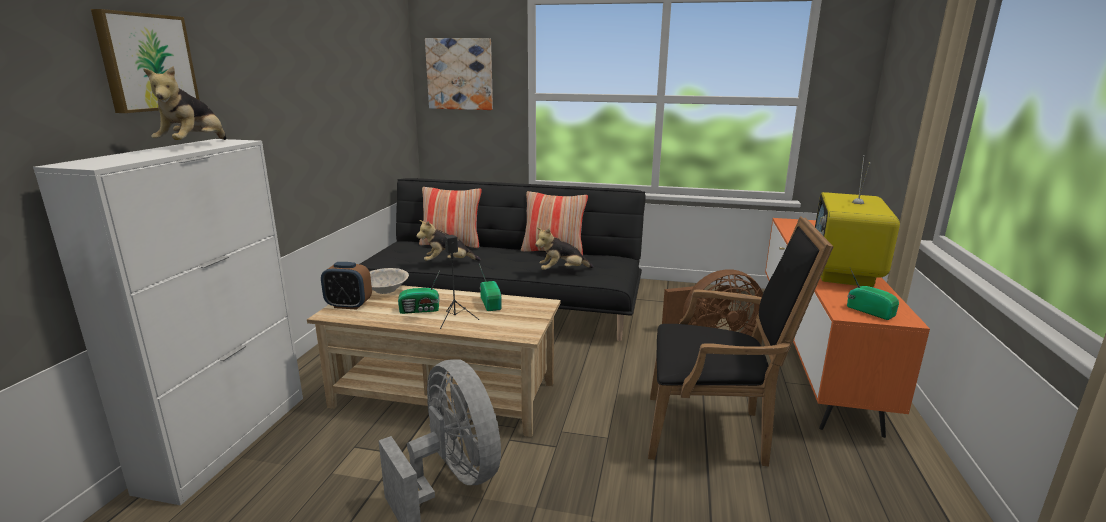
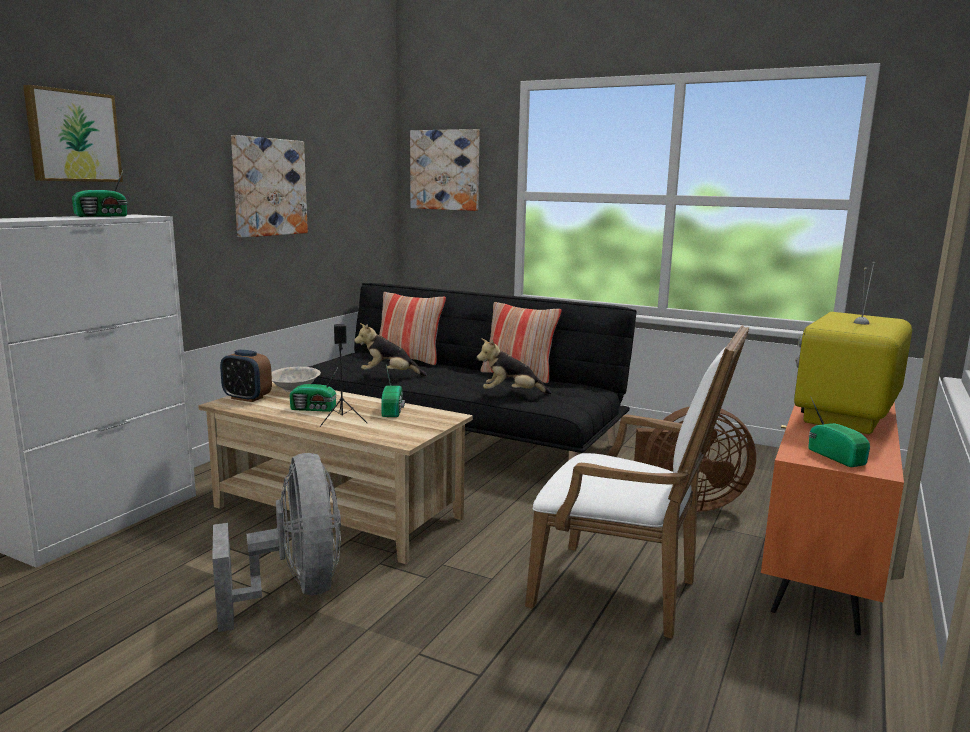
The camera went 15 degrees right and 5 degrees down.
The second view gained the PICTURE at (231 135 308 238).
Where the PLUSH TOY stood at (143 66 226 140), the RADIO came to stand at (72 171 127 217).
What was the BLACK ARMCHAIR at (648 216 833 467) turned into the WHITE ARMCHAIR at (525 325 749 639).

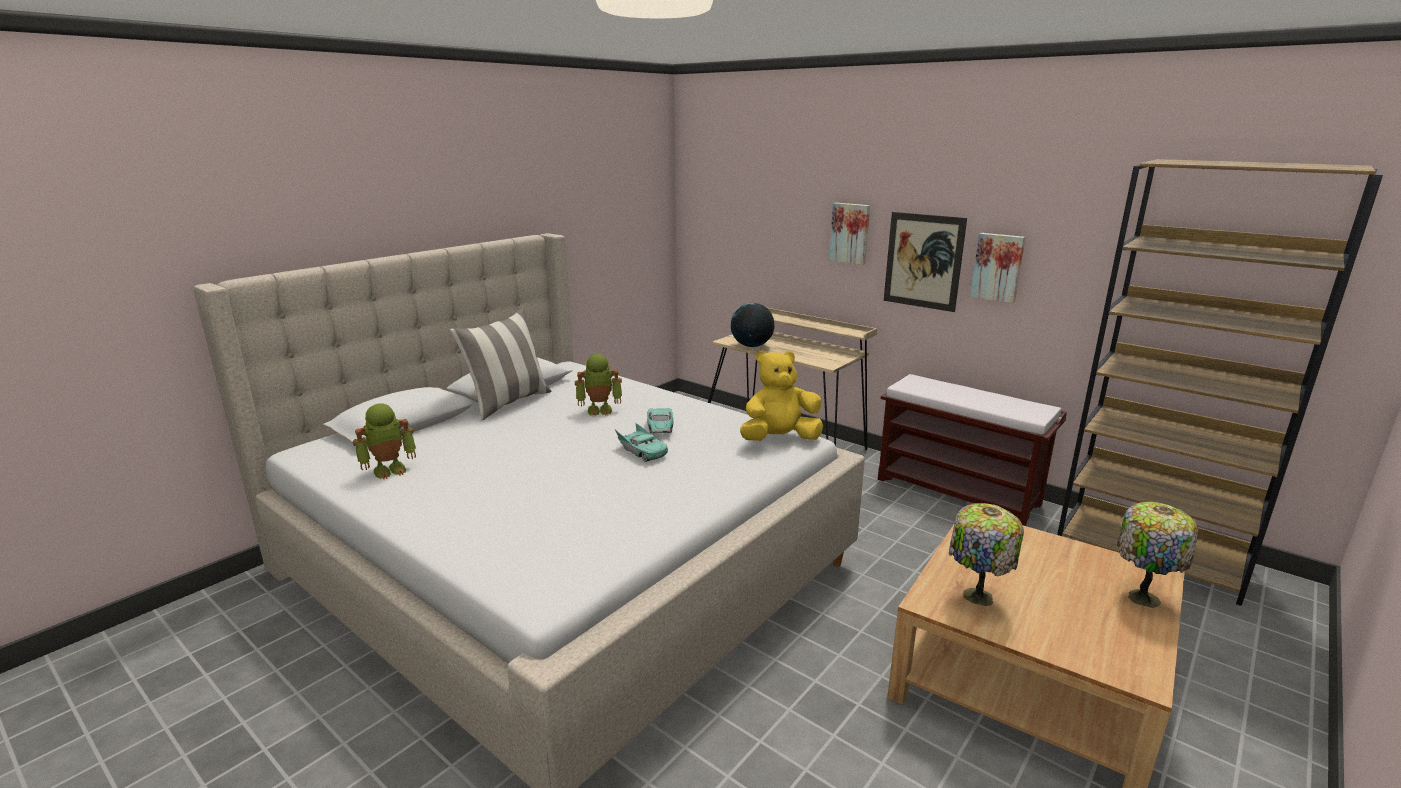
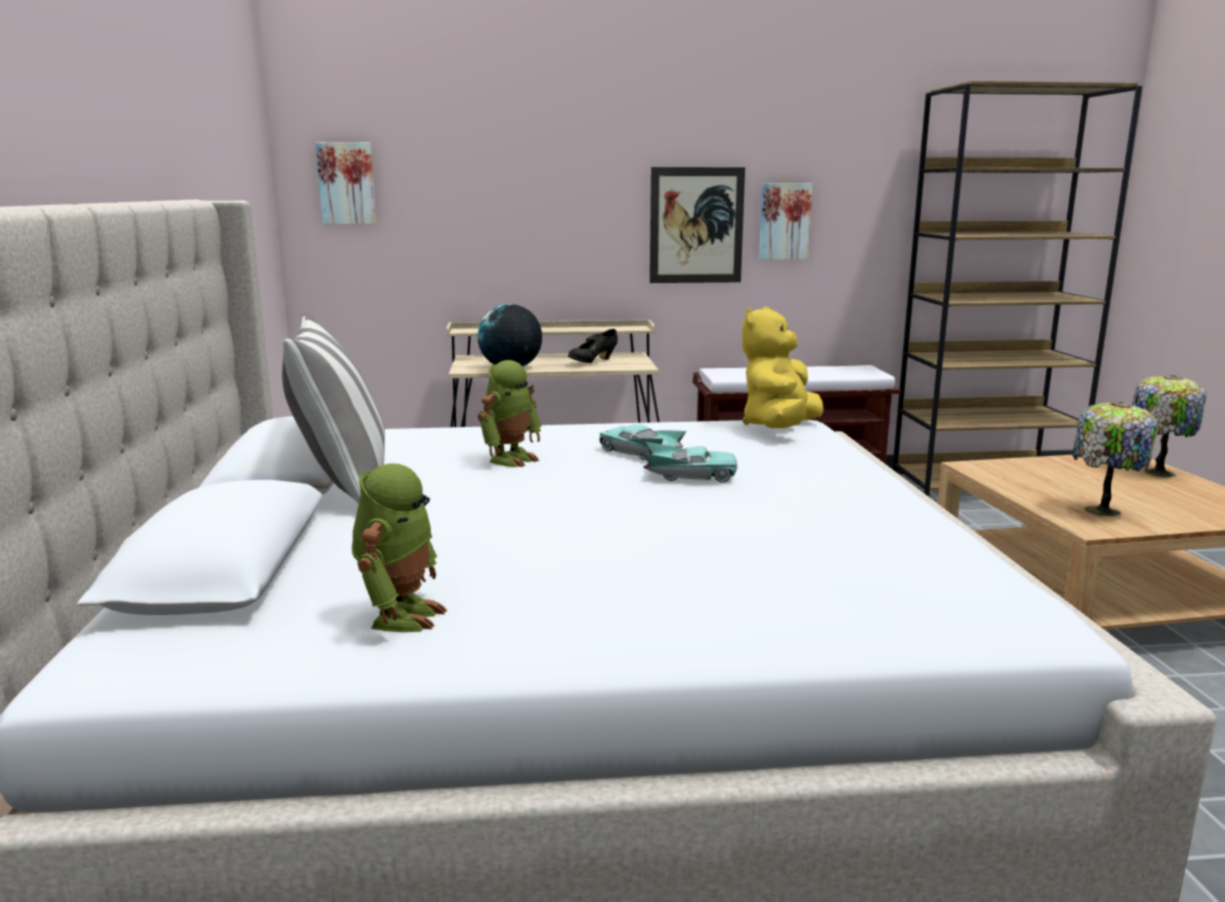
The camera went 45 degrees left and 5 degrees down.
The second view gained the BLACK SHOE at (568 329 618 363).
The PICTURE ended up elsewhere, having gone from (829 203 870 265) to (316 142 376 224).

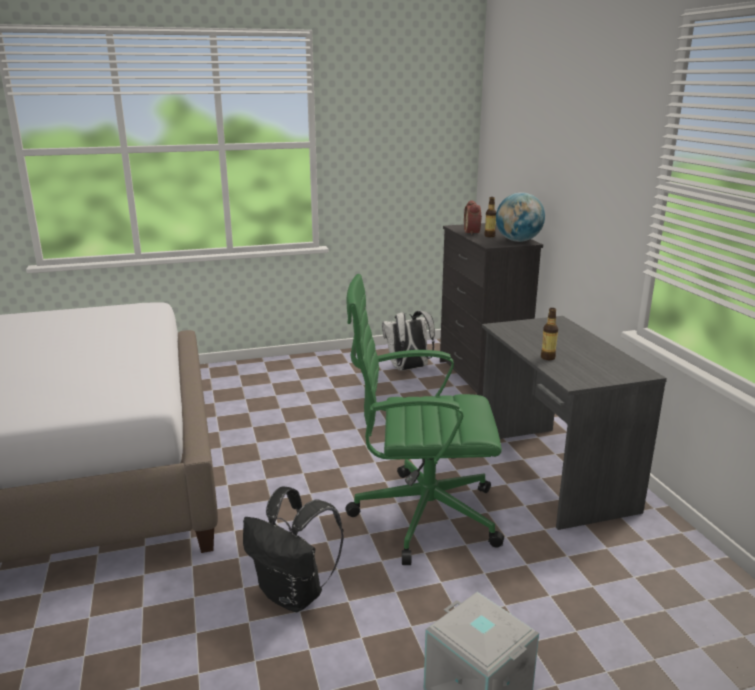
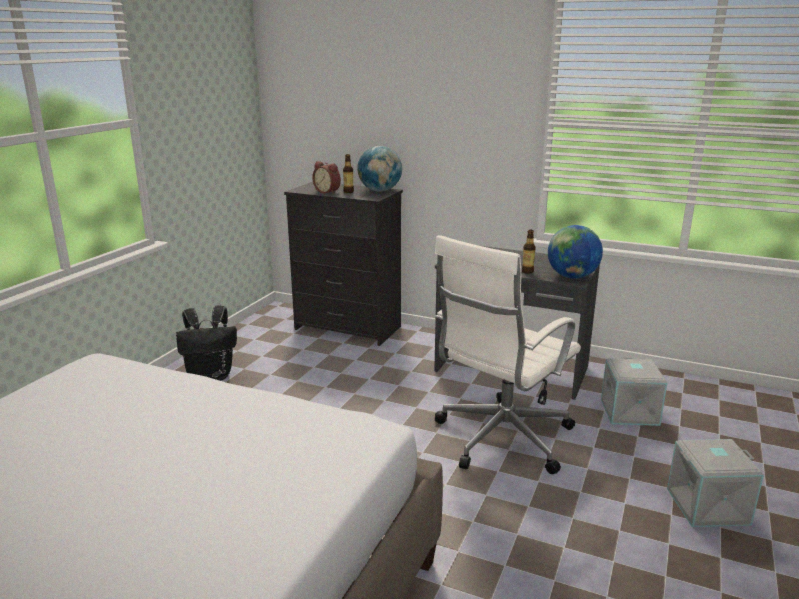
The camera went 50 degrees left and 0 degrees up.
The second view lost the WHITE BACKPACK at (382 311 435 371).
The second view gained the GLOBE at (548 225 603 279).
The second view gained the GREY STORAGE BOX at (601 357 667 426).
The BLACK BACKPACK ended up elsewhere, having gone from (243 487 344 612) to (176 305 237 381).
What was the GREEN OFFICE CHAIR at (345 274 504 565) turned into the WHITE OFFICE CHAIR at (435 235 581 474).

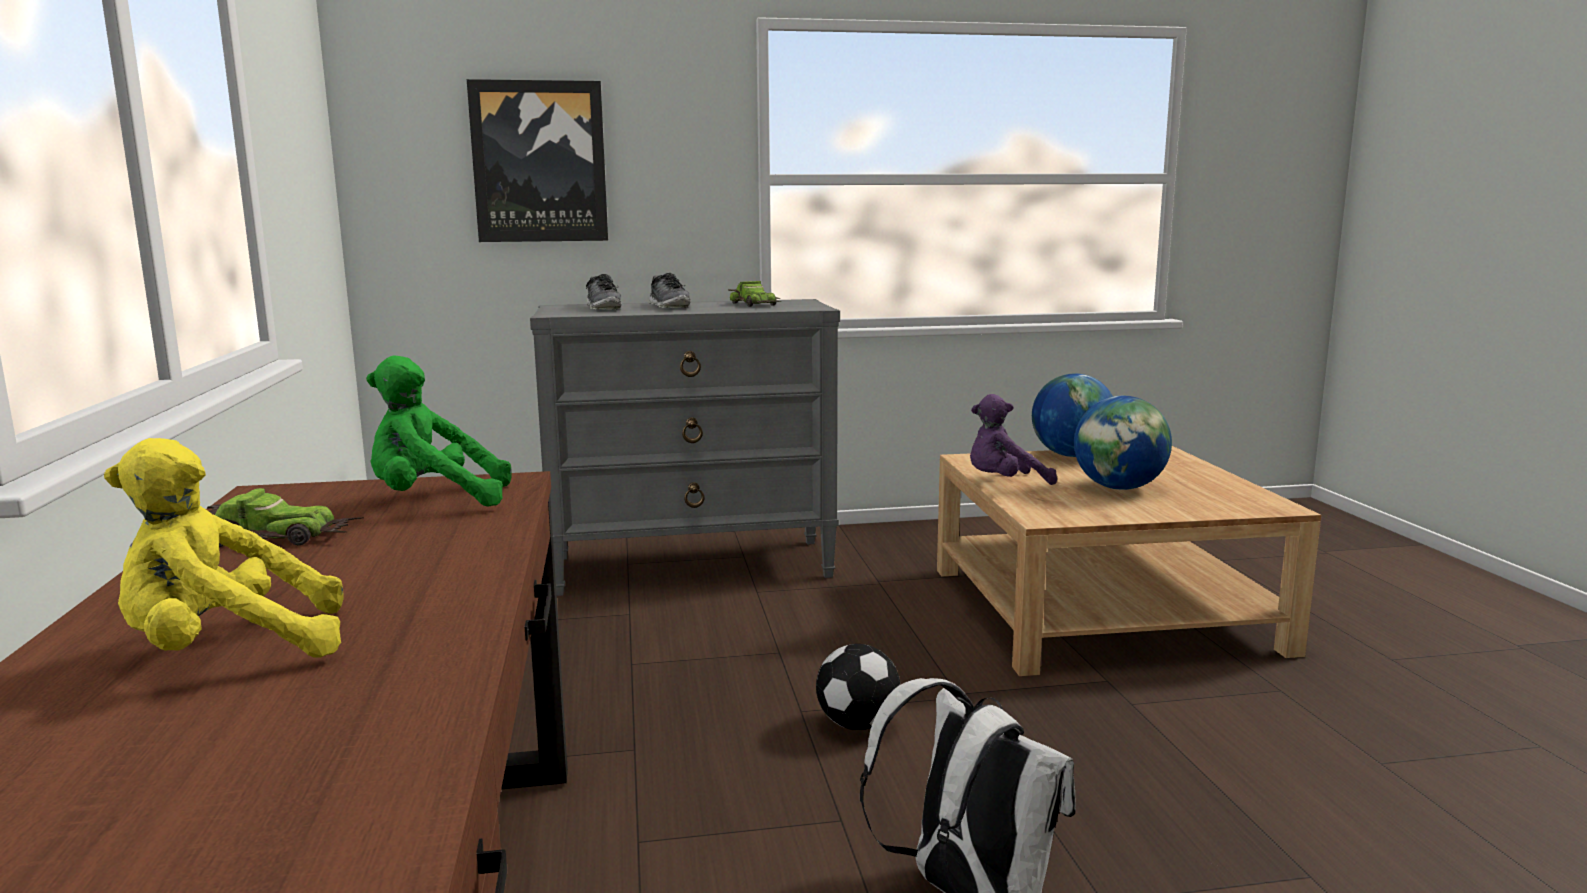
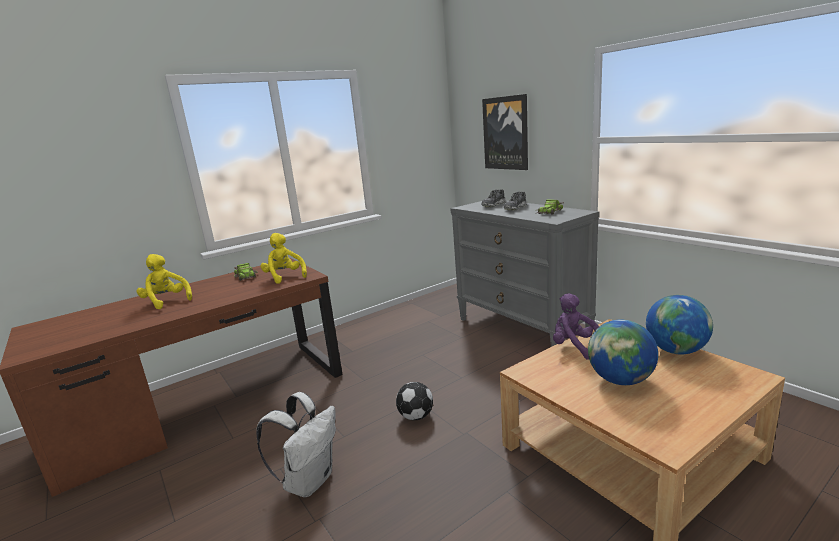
The camera went 65 degrees right and 5 degrees up.
What was the GREEN PLUSH TOY at (366 355 512 507) turned into the YELLOW PLUSH TOY at (260 233 307 284).

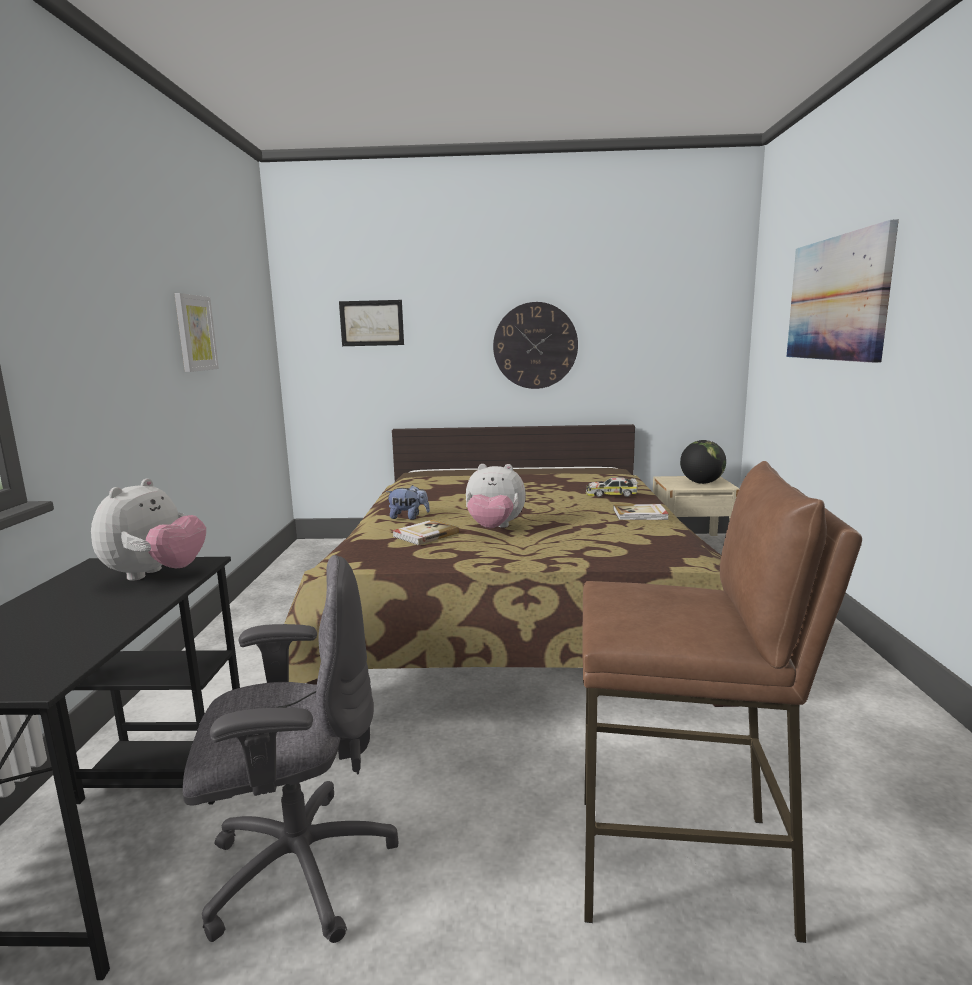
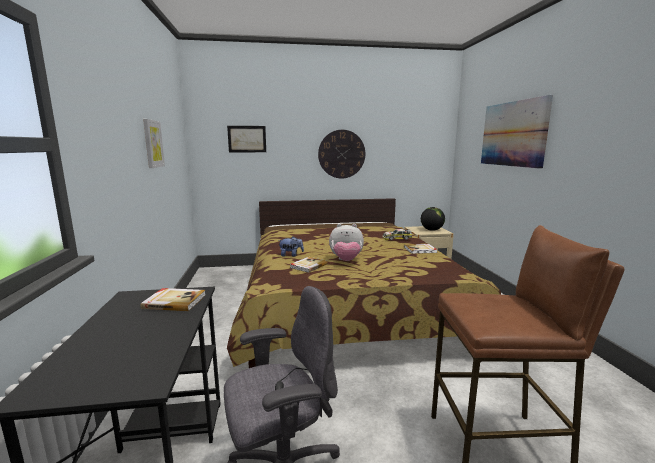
The camera went 10 degrees left and 0 degrees up.
Where the PLUSH TOY stood at (91 479 206 581), the BOOK came to stand at (140 288 206 311).

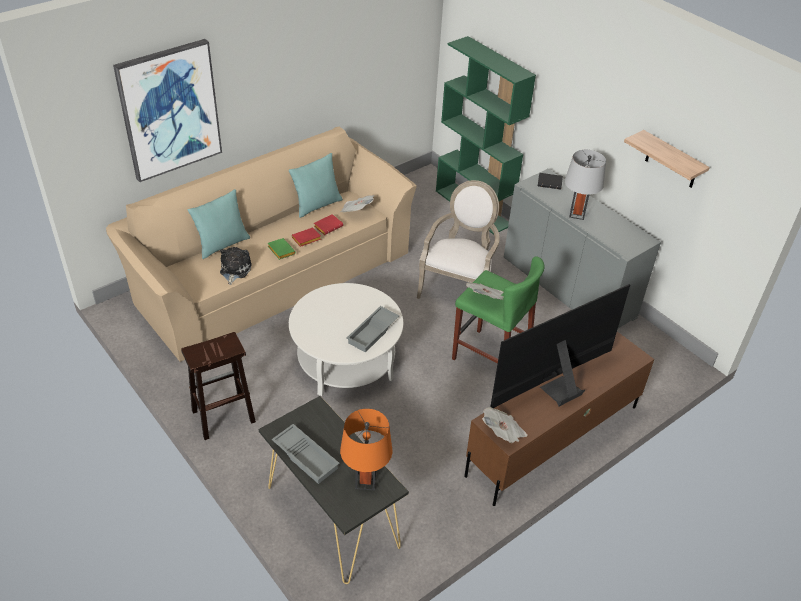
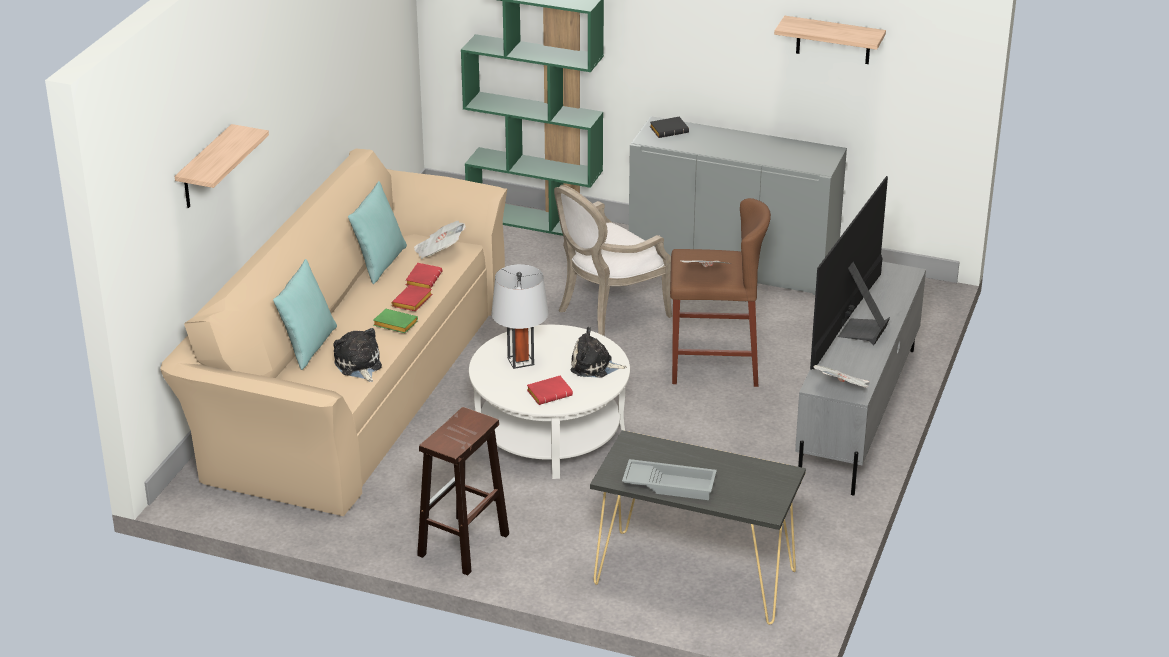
The camera went 30 degrees left and 10 degrees down.
The second view lost the ORANGE TABLE LAMP at (340 409 392 490).
The second view gained the RED BOOK at (527 376 573 405).
The GREY TABLE LAMP ended up elsewhere, having gone from (565 150 606 220) to (491 264 549 369).
Where the PICTURE hung at (113 39 222 182), the SHELF came to hang at (175 124 269 208).
Where the GREY TRAY stood at (347 306 400 353), the PLUSH TOY came to stand at (571 327 627 378).
What was the GREEN STOOL at (452 257 545 363) turned into the BROWN STOOL at (670 198 771 387).
What was the BROWN TV STAND at (464 331 654 506) turned into the GREY TV STAND at (795 261 926 496).
The ARMCHAIR at (417 180 500 299) ended up facing another way, 120 degrees counterclockwise from before.

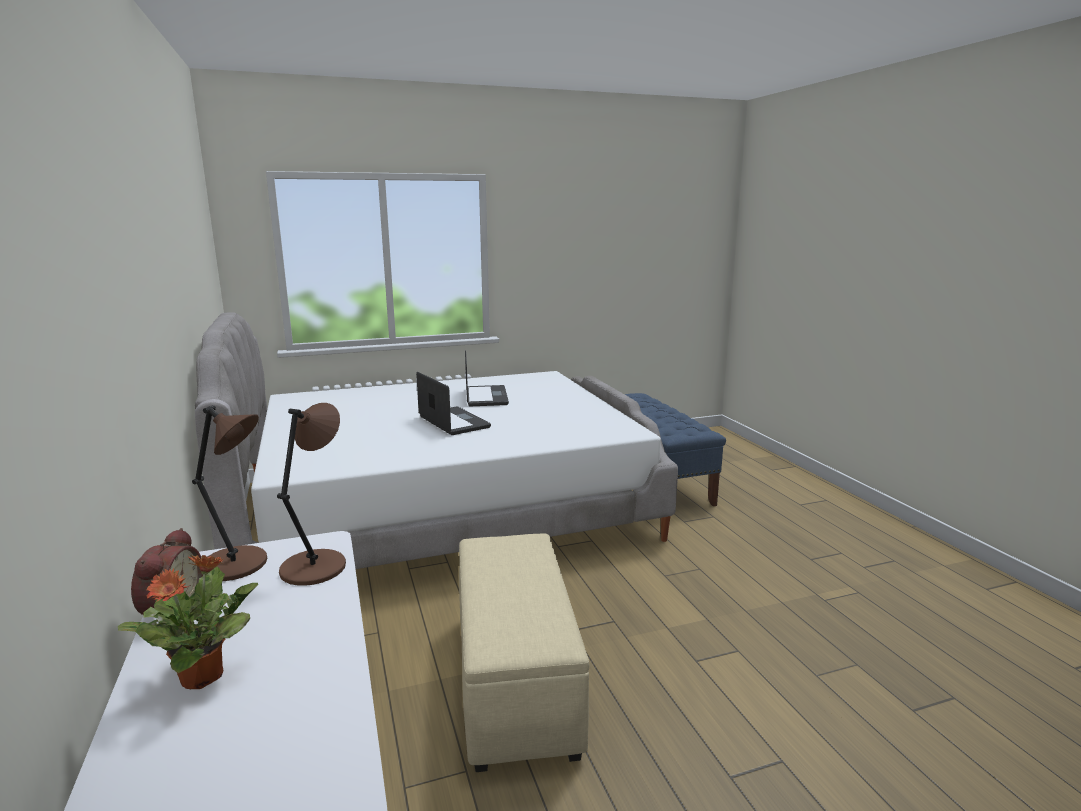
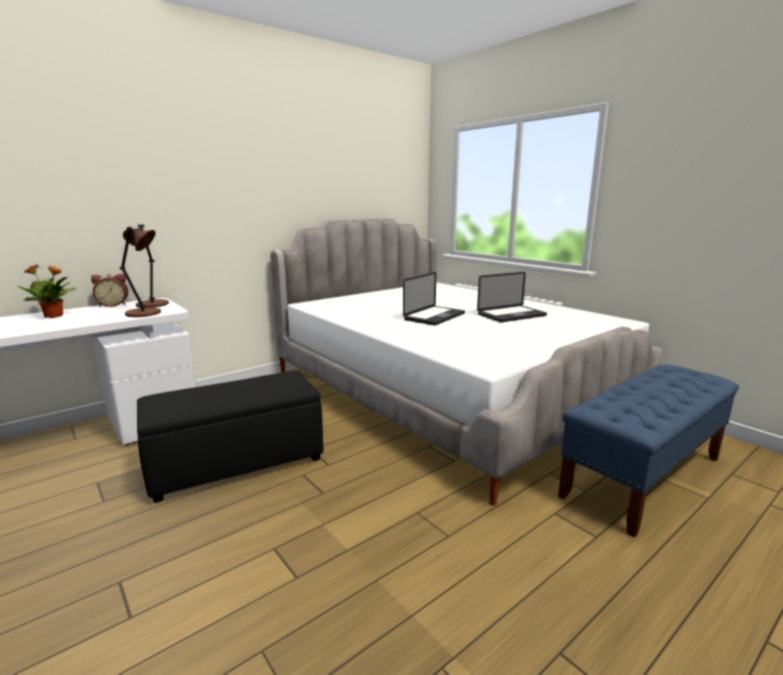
The camera went 70 degrees right and 0 degrees up.
What was the BEIGE OTTOMAN at (459 533 589 772) turned into the BLACK OTTOMAN at (137 371 323 503).

